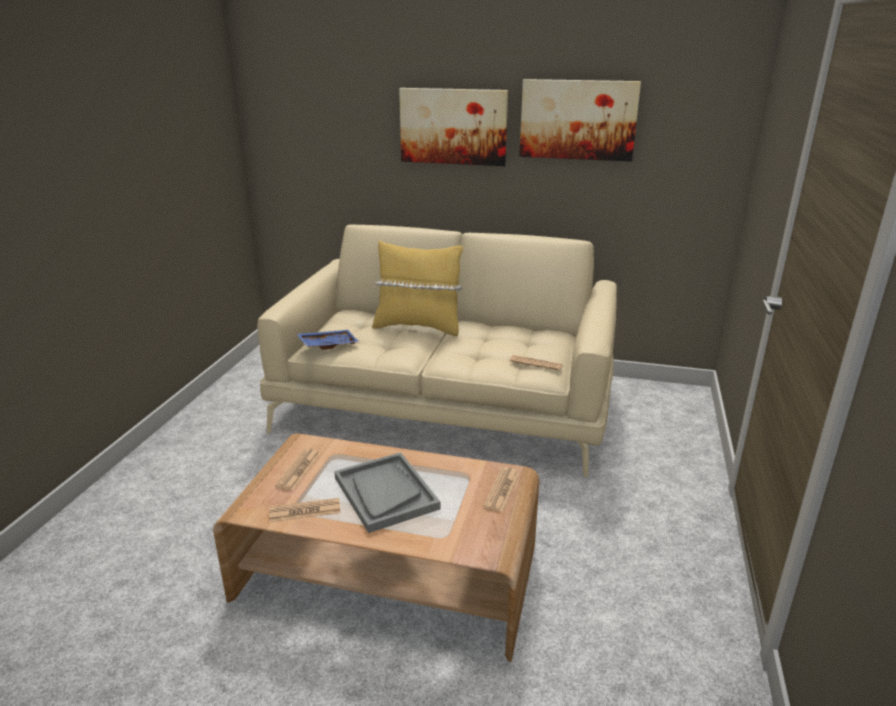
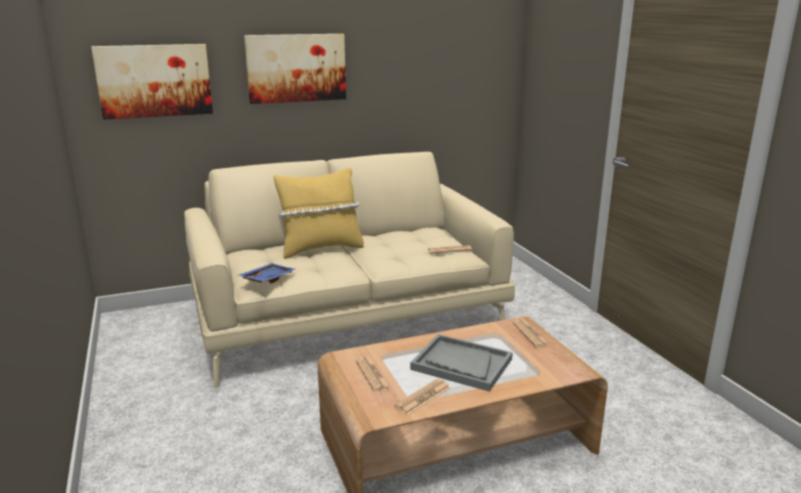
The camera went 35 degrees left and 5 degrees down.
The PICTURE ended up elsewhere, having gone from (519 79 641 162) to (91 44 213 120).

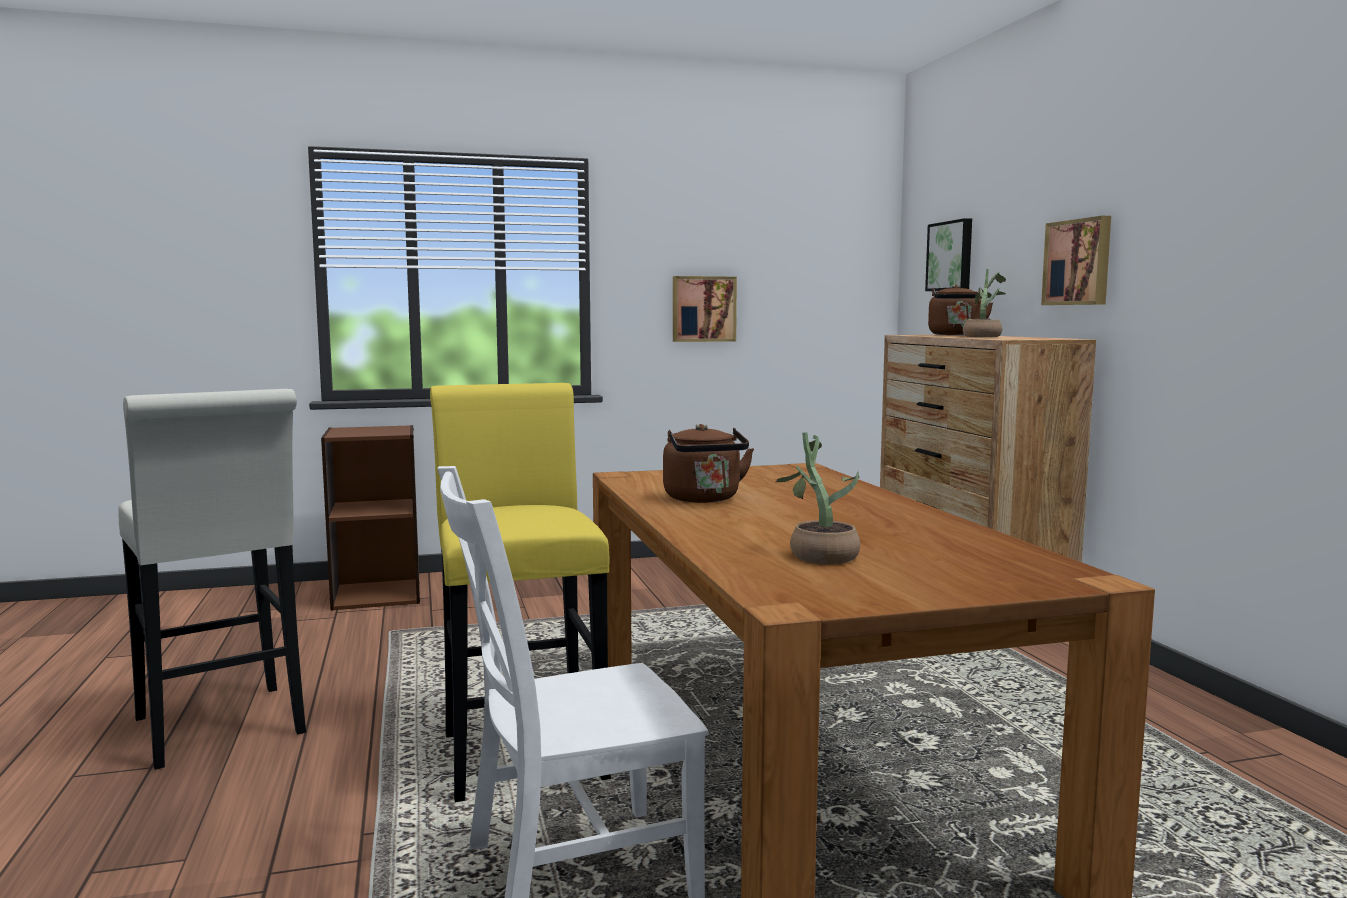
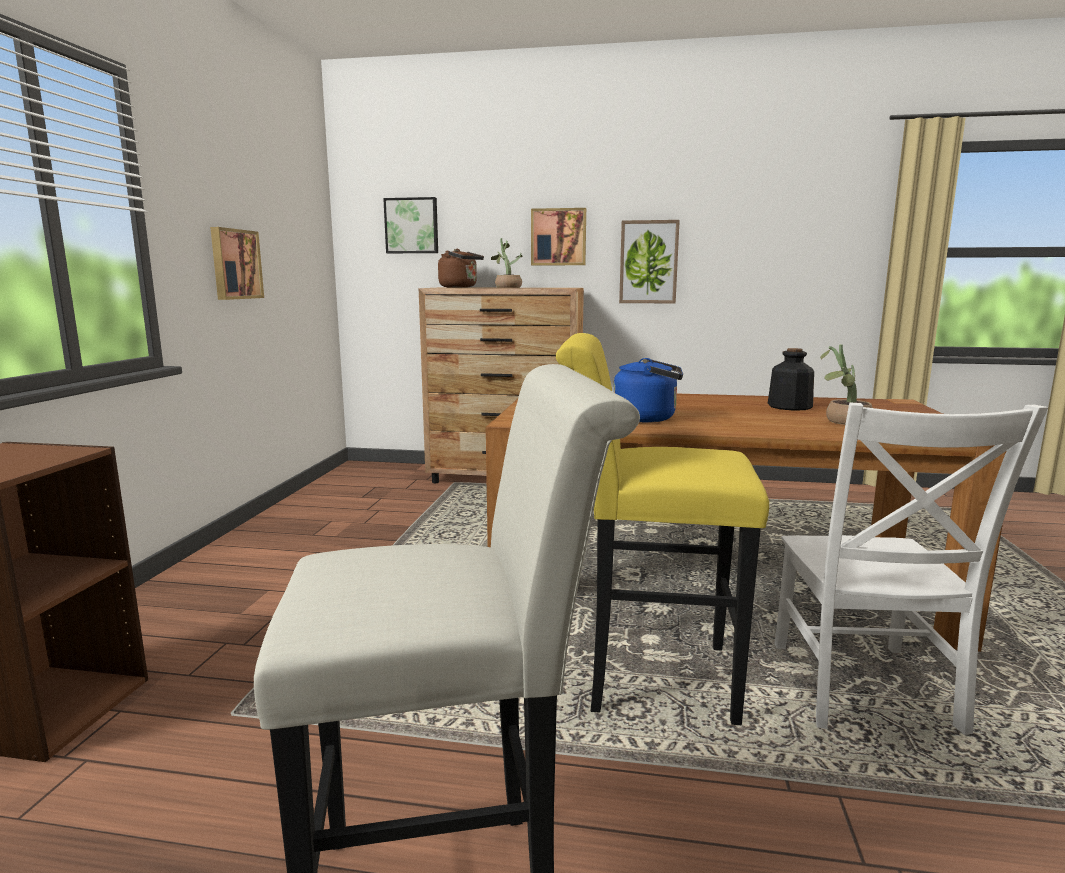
The camera went 65 degrees left and 5 degrees up.
The second view gained the PICTURE at (619 220 680 303).
The second view gained the BOTTLE at (768 348 814 411).
What was the BROWN KETTLE at (663 424 754 503) turned into the BLUE KETTLE at (613 358 683 423).

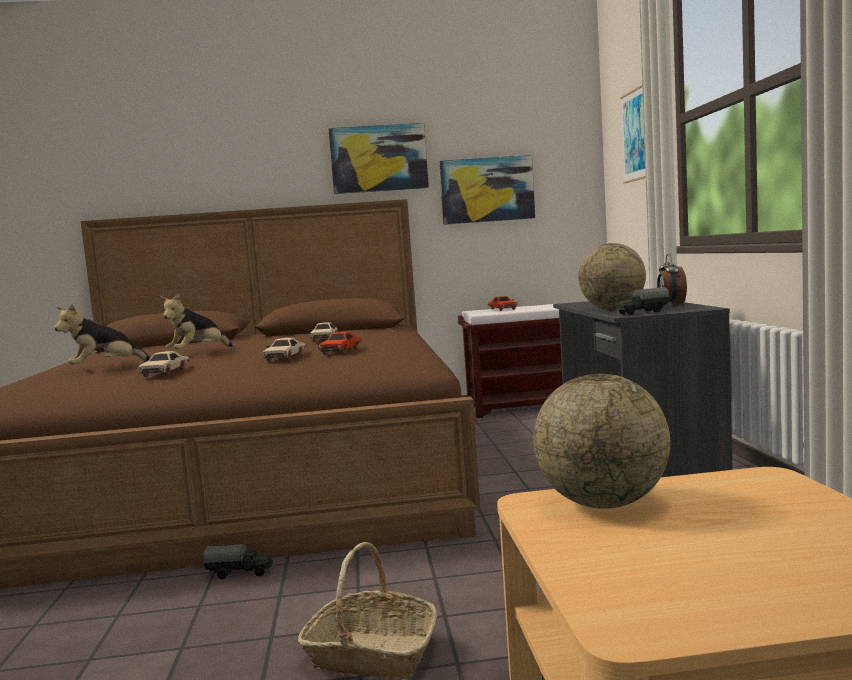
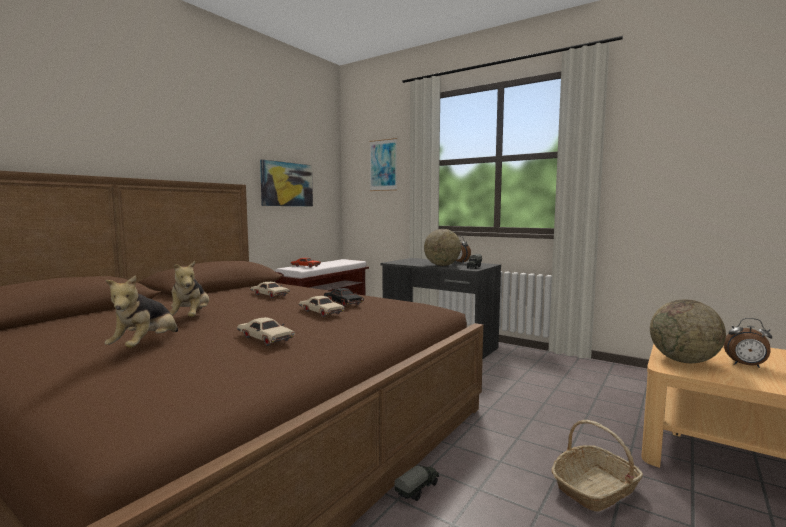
The camera went 50 degrees left and 0 degrees up.
The second view lost the PICTURE at (328 123 429 194).
The second view gained the ALARM CLOCK at (724 318 772 368).
What was the RED TOY CAR at (318 332 362 355) turned into the BLACK TOY CAR at (324 288 364 307).

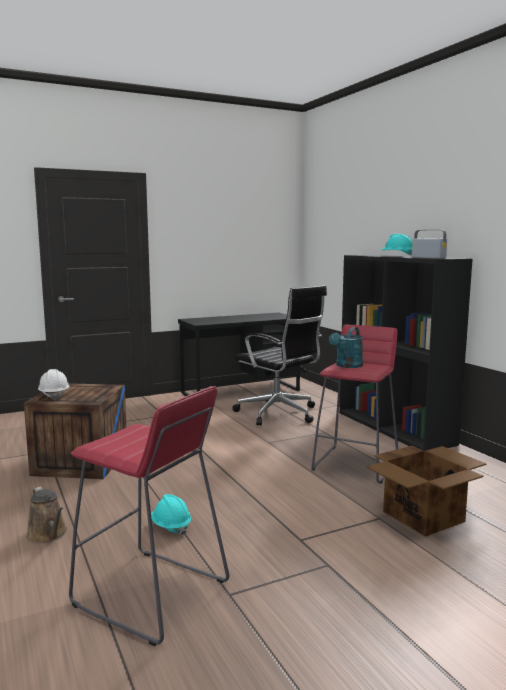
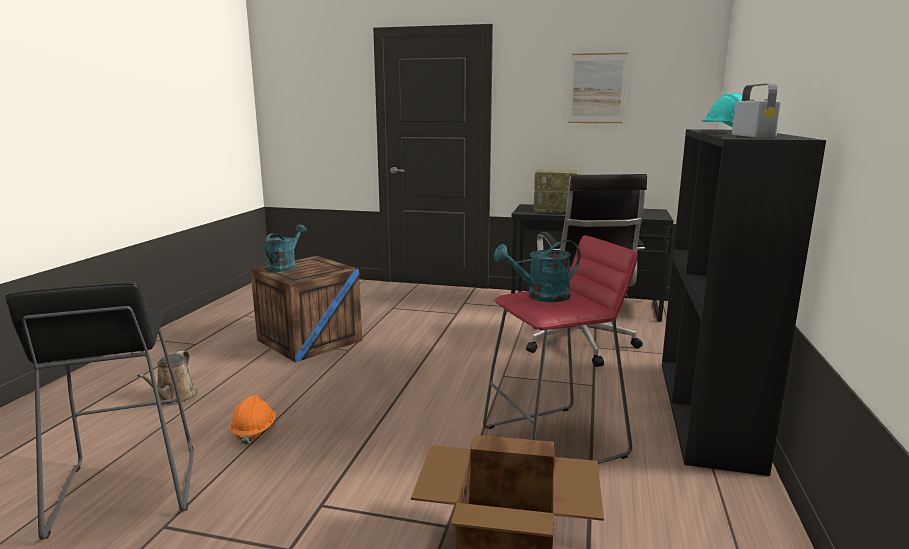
The camera went 40 degrees right and 5 degrees up.
The second view gained the RADIO at (534 169 579 213).
The second view gained the PICTURE at (569 53 628 123).
Where the WHITE HARD HAT stood at (38 369 69 399), the TURQUOISE WATERING CAN came to stand at (264 224 307 272).
What was the RED STOOL at (69 386 229 646) turned into the BLACK STOOL at (5 281 194 540).
What was the TURQUOISE HARD HAT at (151 494 191 535) turned into the ORANGE HARD HAT at (230 395 276 445).

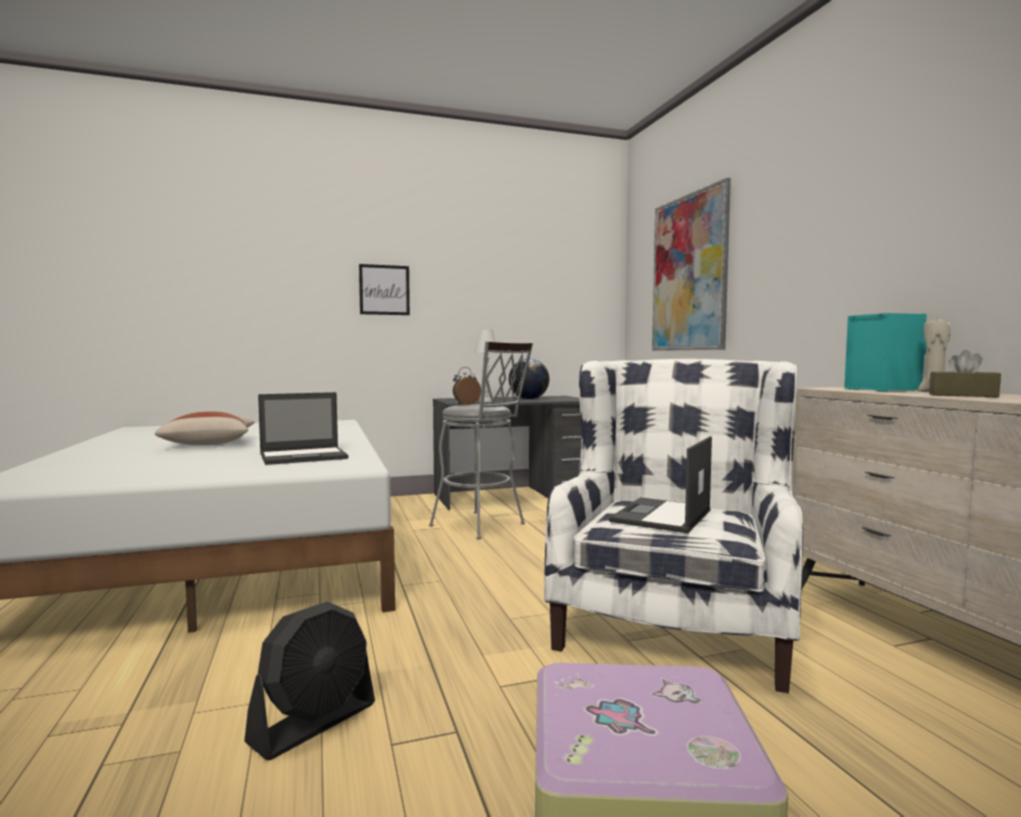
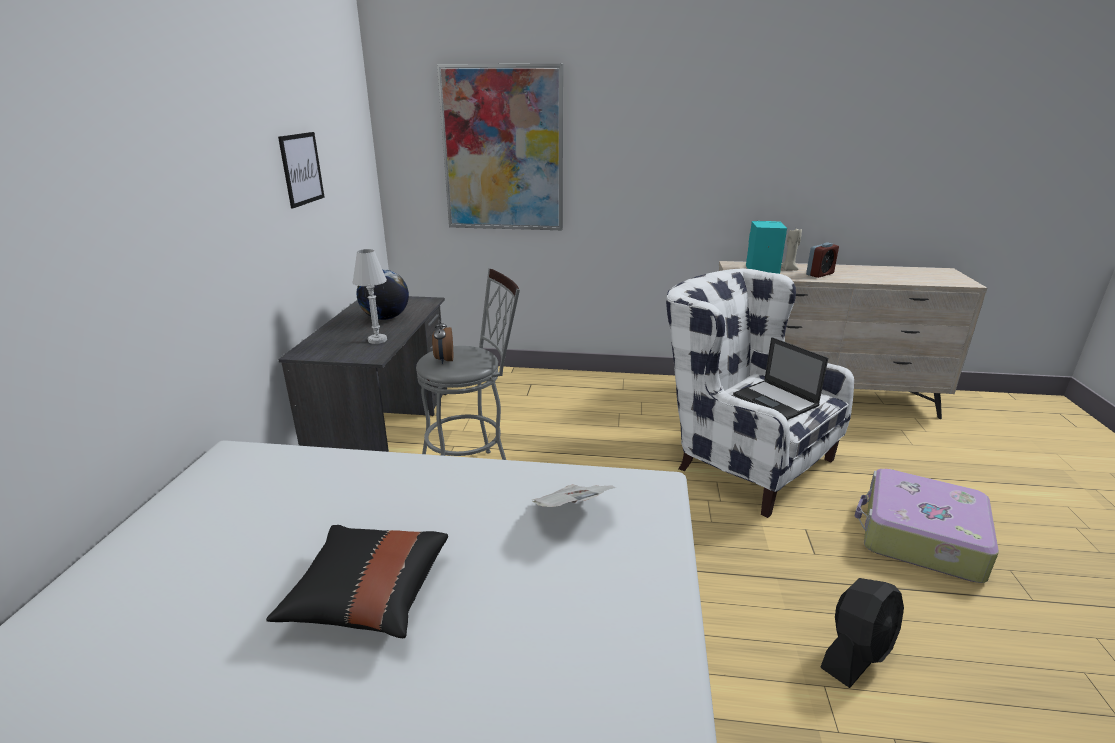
The camera went 65 degrees left and 20 degrees up.
The PICTURE ended up elsewhere, having gone from (359 264 410 315) to (278 132 325 208).
Where the LAPTOP stood at (258 392 349 465), the NEWSPAPER came to stand at (532 484 616 507).
Where the BROWN TISSUE BOX stood at (929 350 1001 397), the ALARM CLOCK came to stand at (806 242 839 278).
What was the BEIGE PILLOW at (155 411 255 445) turned into the BLACK PILLOW at (266 525 448 638).
The BLACK FAN at (244 602 375 760) ended up facing another way, 75 degrees clockwise from before.

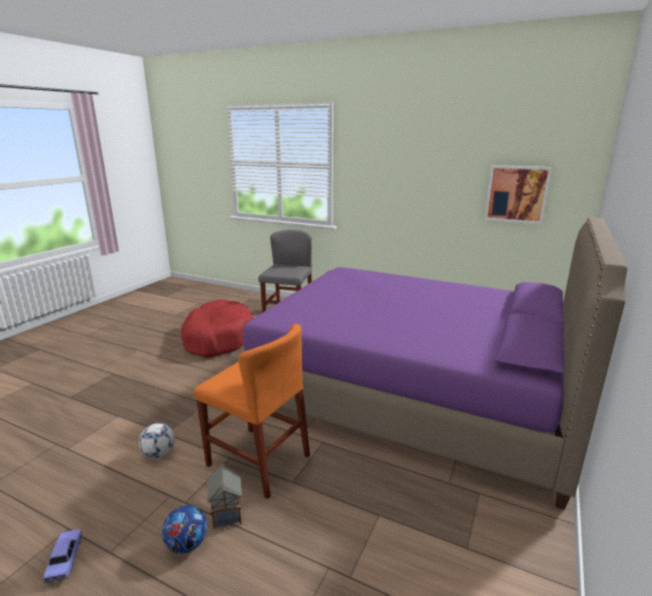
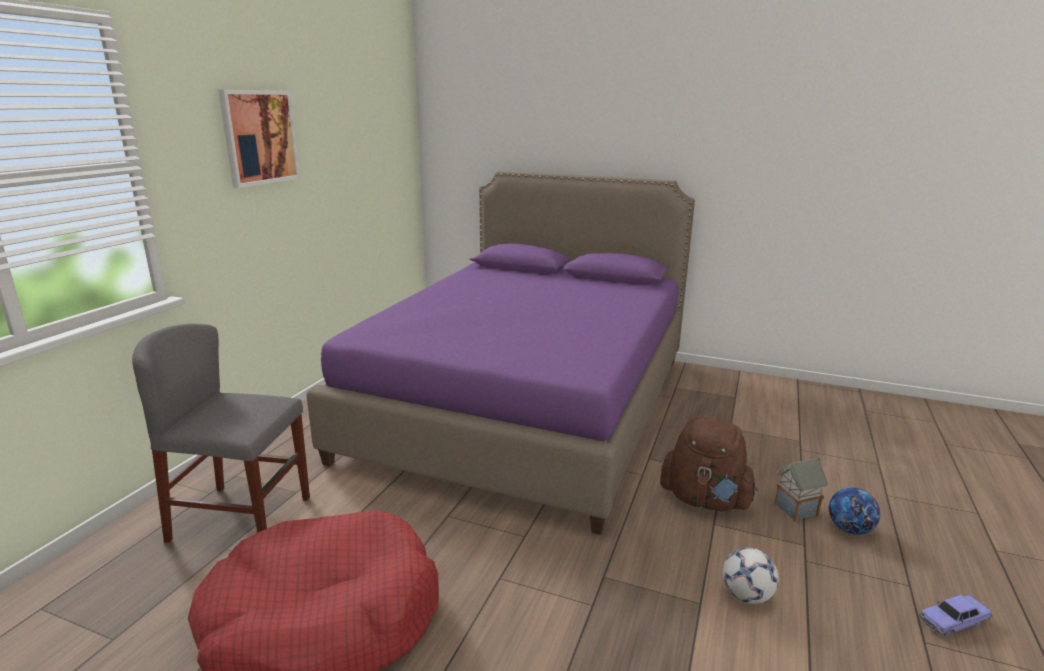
The camera went 95 degrees left and 0 degrees up.
The PICTURE ended up elsewhere, having gone from (485 165 552 224) to (219 90 300 188).
Where the ORANGE CHAIR stood at (194 324 310 499), the BROWN BACKPACK came to stand at (660 417 758 512).

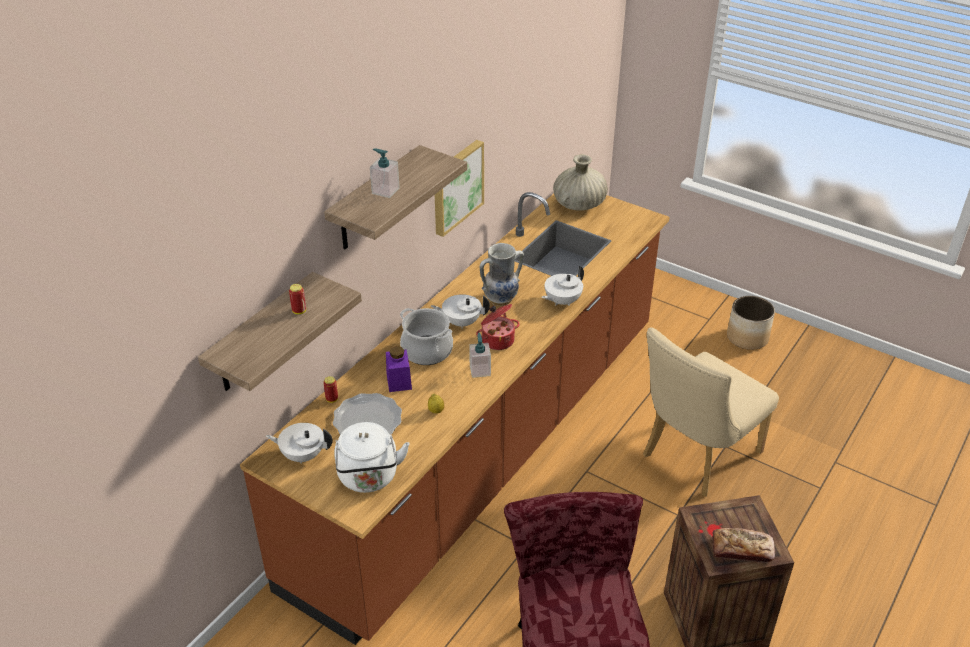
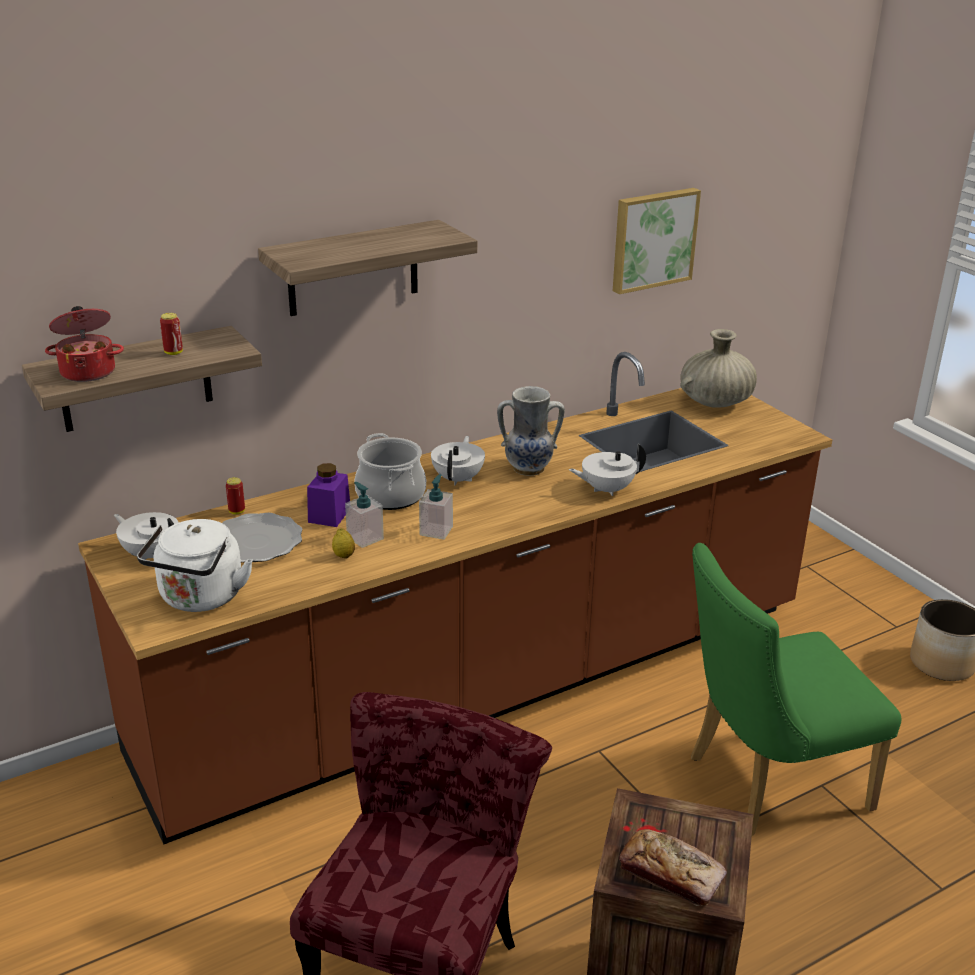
The camera went 25 degrees right and 10 degrees down.
The SOAP DISPENSER ended up elsewhere, having gone from (370 148 400 198) to (345 482 384 548).
The PICTURE ended up elsewhere, having gone from (435 140 484 237) to (613 188 701 294).
The COOKING POT ended up elsewhere, having gone from (476 304 520 350) to (45 306 124 382).
What was the BEIGE CHAIR at (643 327 779 497) turned into the GREEN CHAIR at (691 543 902 836).
The WHITE TEAPOT at (431 294 490 329) ended up facing another way, 75 degrees clockwise from before.

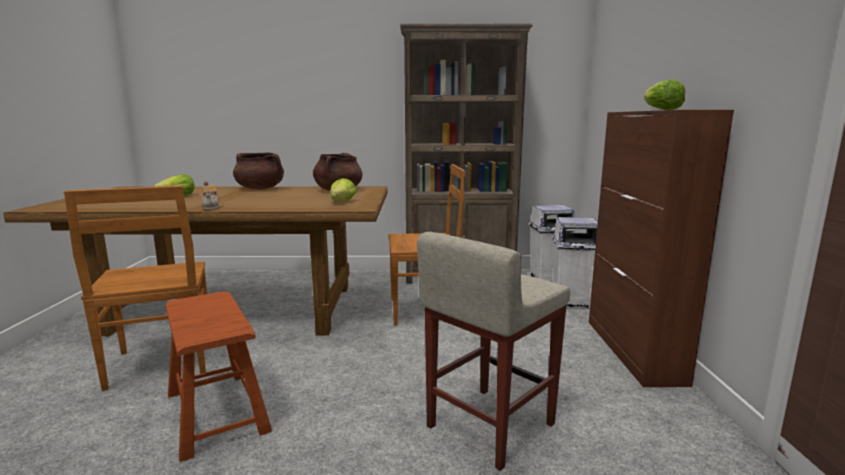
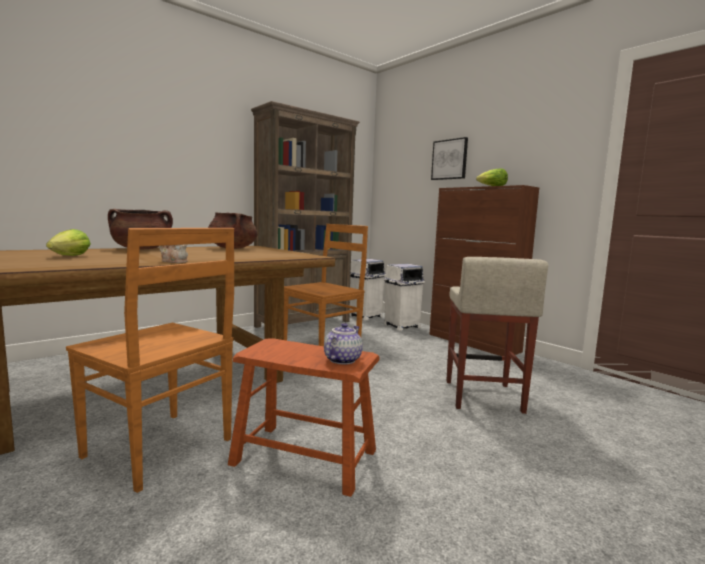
The camera went 40 degrees left and 5 degrees down.
The second view lost the LETTUCE at (330 178 357 201).
The second view gained the TEAPOT at (324 323 363 364).
The second view gained the PICTURE at (431 137 468 180).

